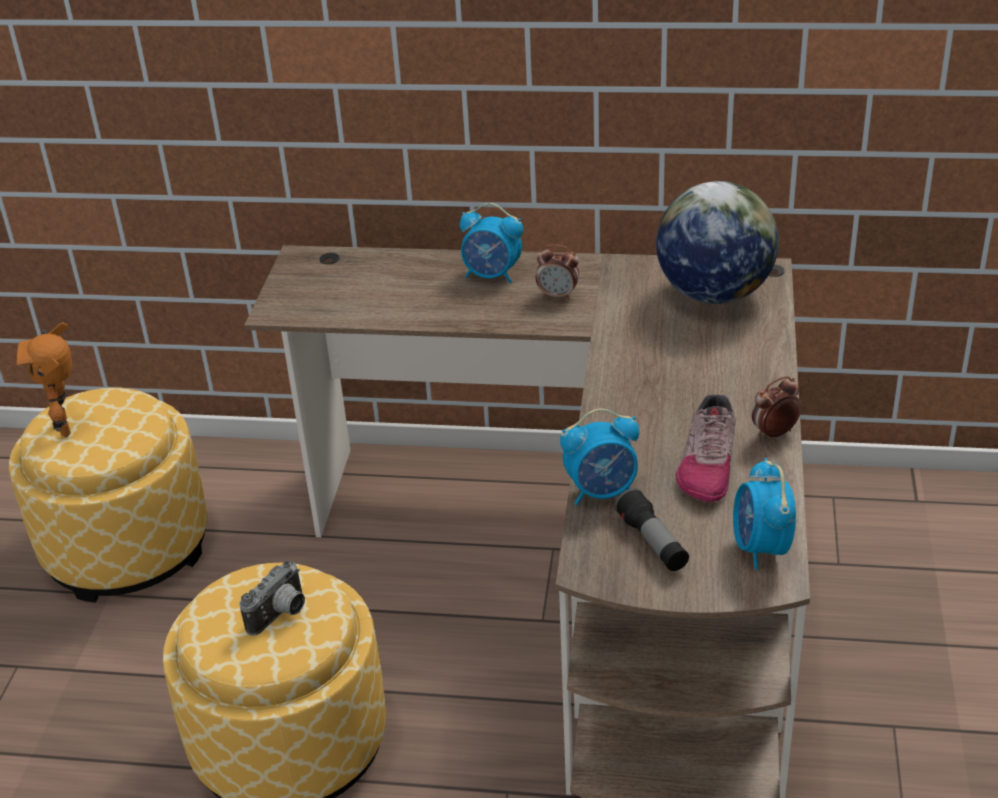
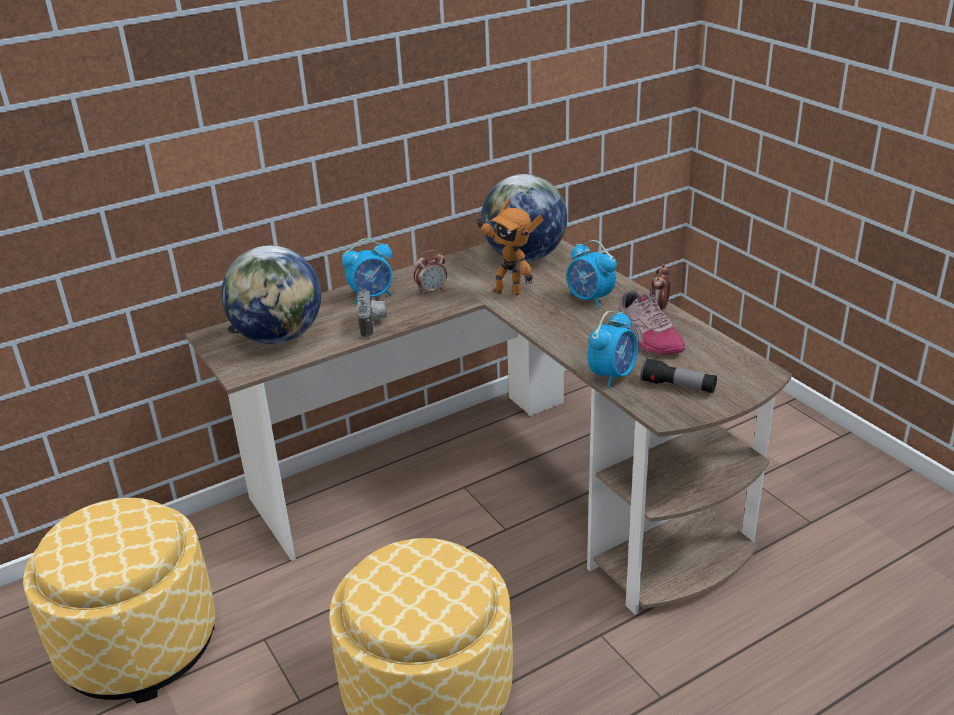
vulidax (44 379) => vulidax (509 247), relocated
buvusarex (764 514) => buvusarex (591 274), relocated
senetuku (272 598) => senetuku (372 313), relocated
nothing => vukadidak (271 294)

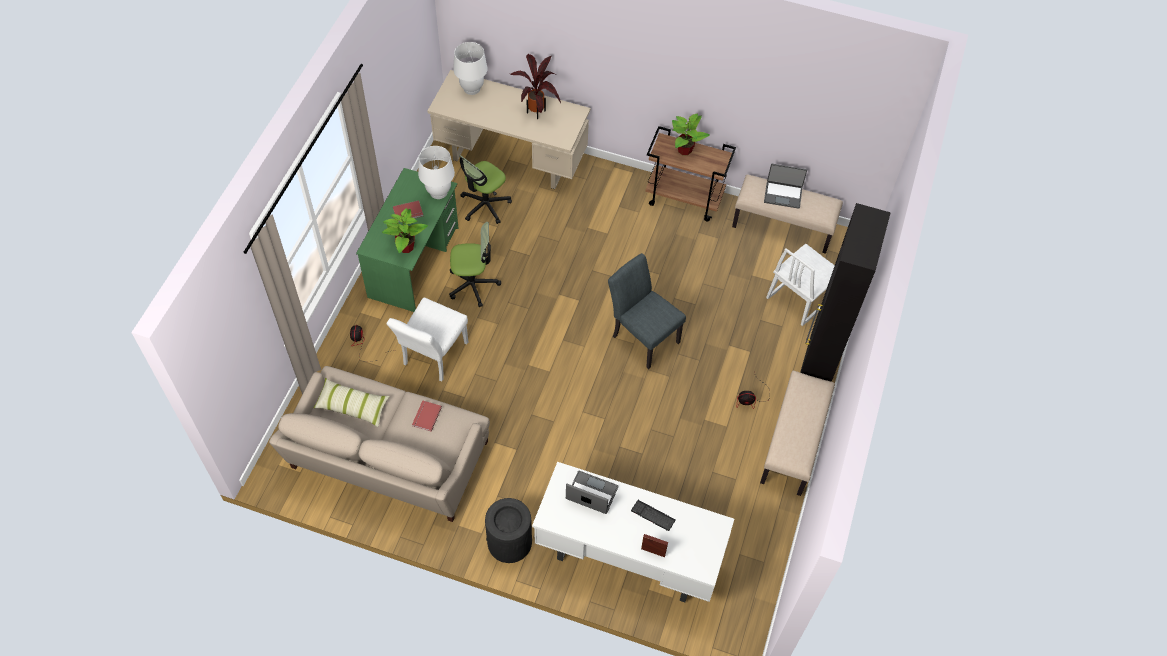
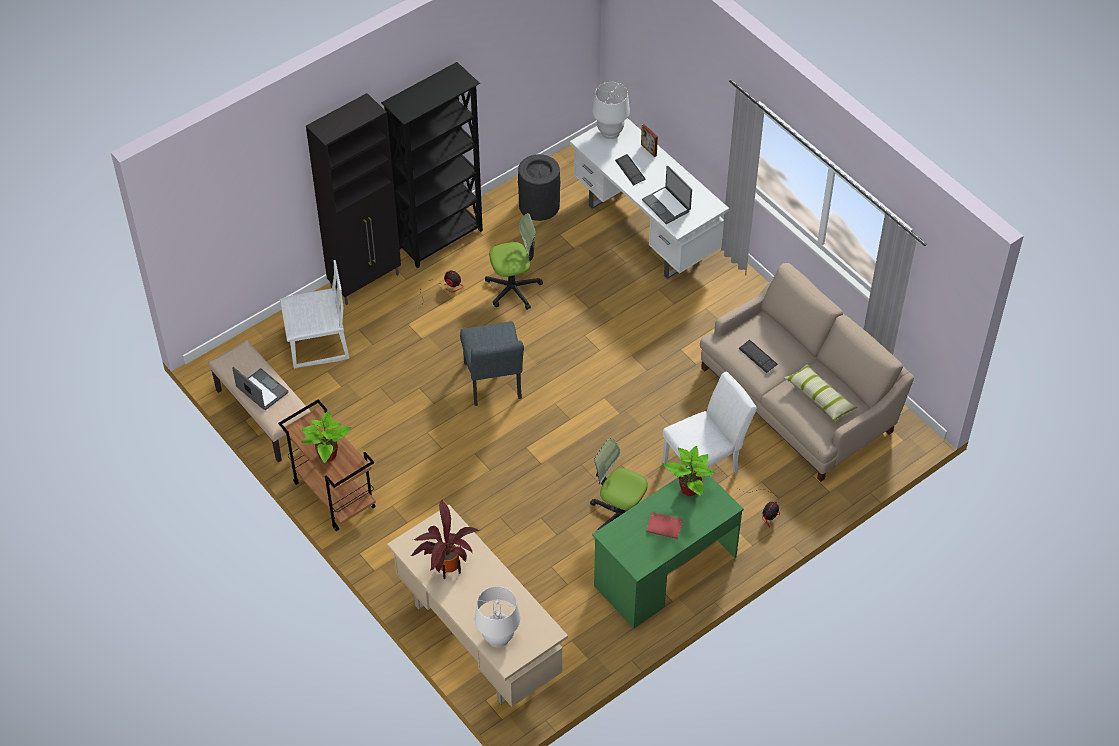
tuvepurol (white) (436 172) => tuvepurol (white) (611 110), relocated
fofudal (485 189) => fofudal (514 261), relocated
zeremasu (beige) (797 433) => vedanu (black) (432 165)
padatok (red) (427 415) => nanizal (758 356)
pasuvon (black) (508 530) => pasuvon (black) (539 187), relocated

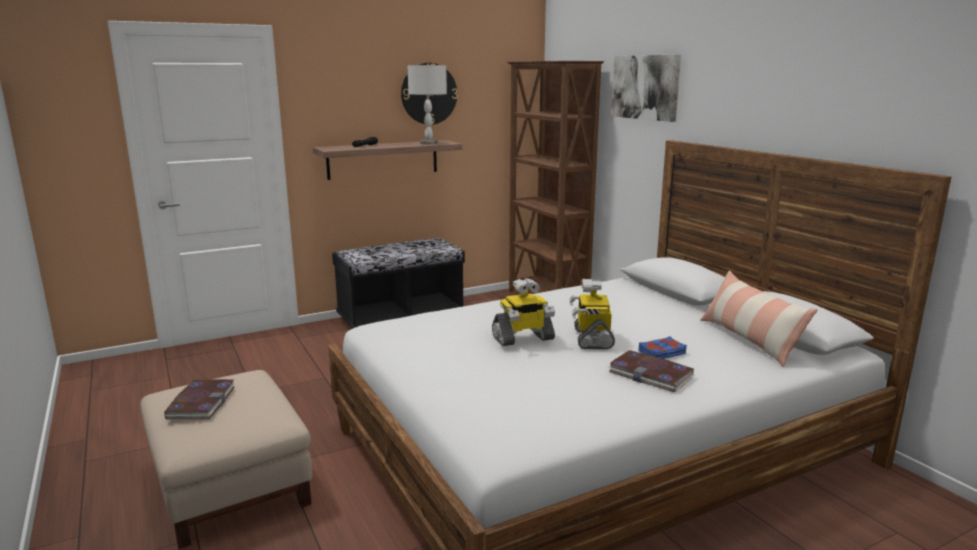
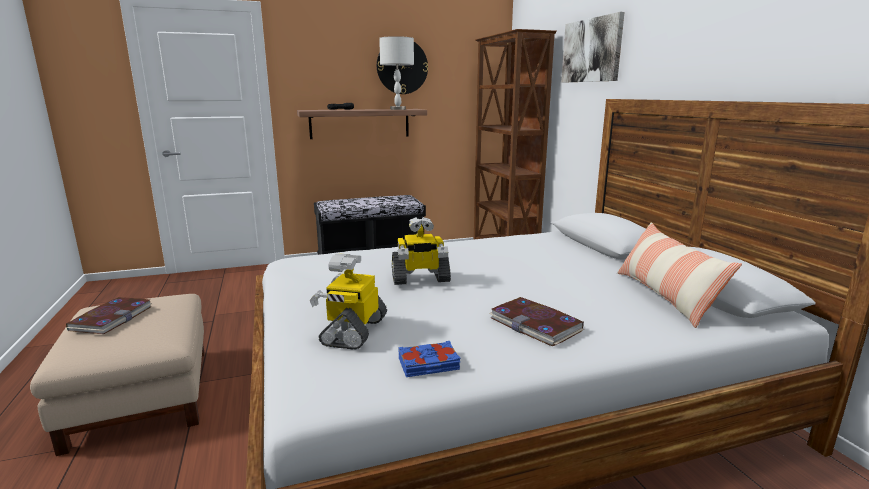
vulidax (592 314) => vulidax (348 301), relocated
padatok (blue) (663 347) => padatok (blue) (429 359), relocated

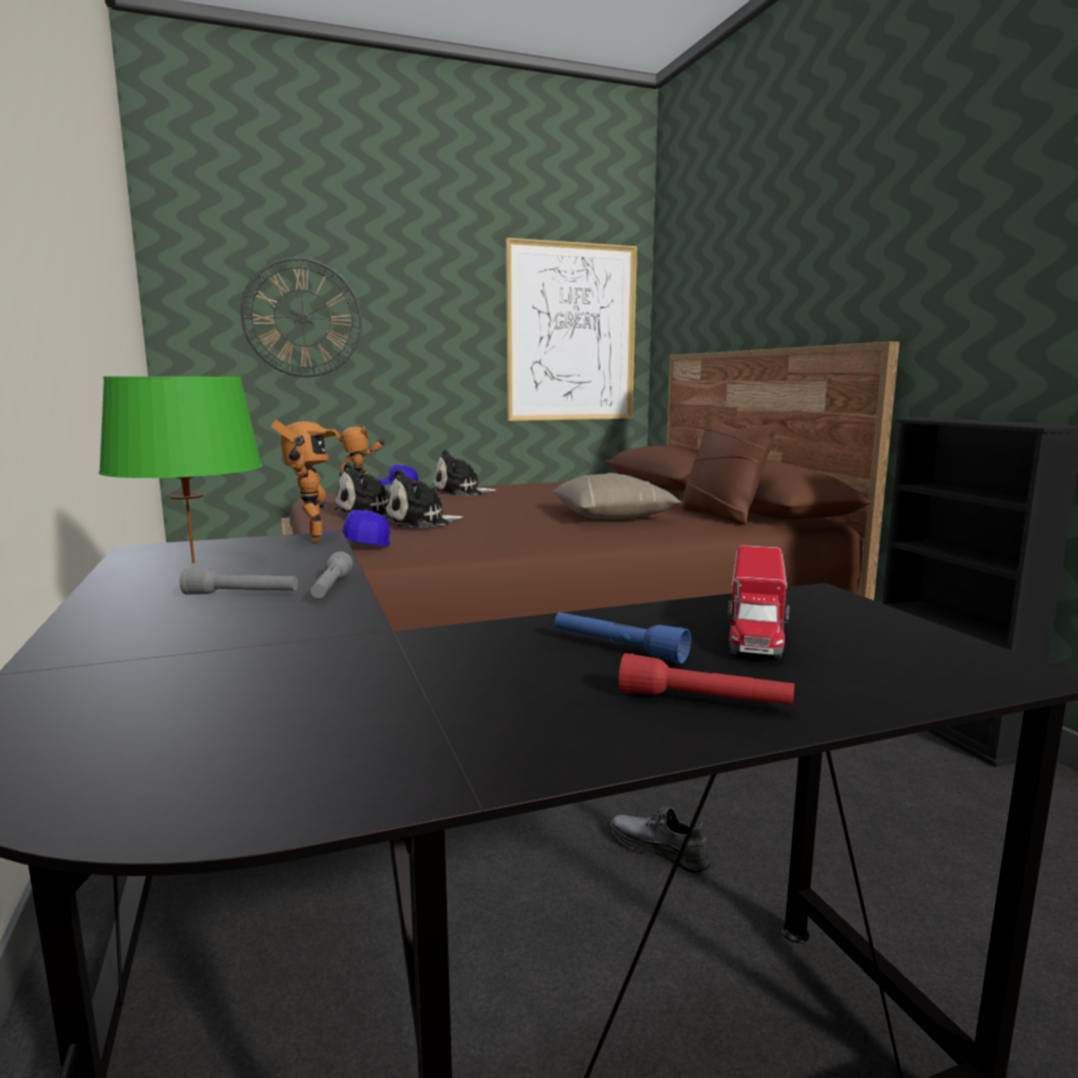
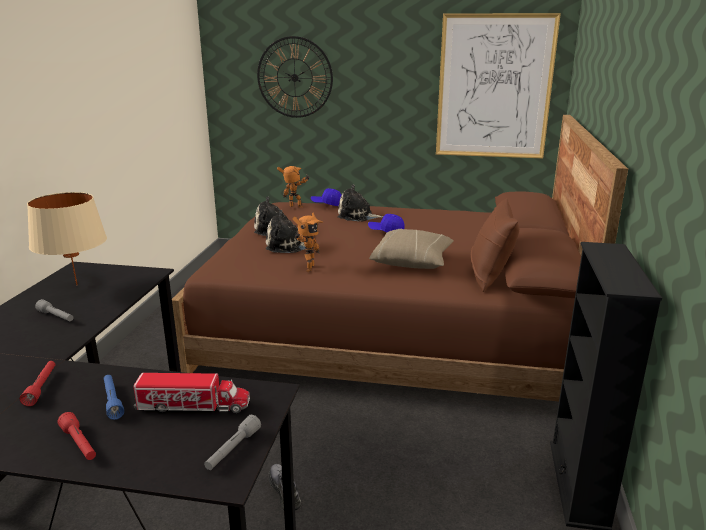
tuvepurol (green) (180 469) => tuvepurol (beige) (67 238)
vulidax (304 481) => vulidax (307 242), relocated
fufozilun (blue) (356 528) => fufozilun (blue) (386 223), relocated
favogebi (759 601) => favogebi (191 393), 135 degrees counterclockwise
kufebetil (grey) (332 574) => kufebetil (grey) (232 442), relocated
nothing => kufebetil (red) (37 383)

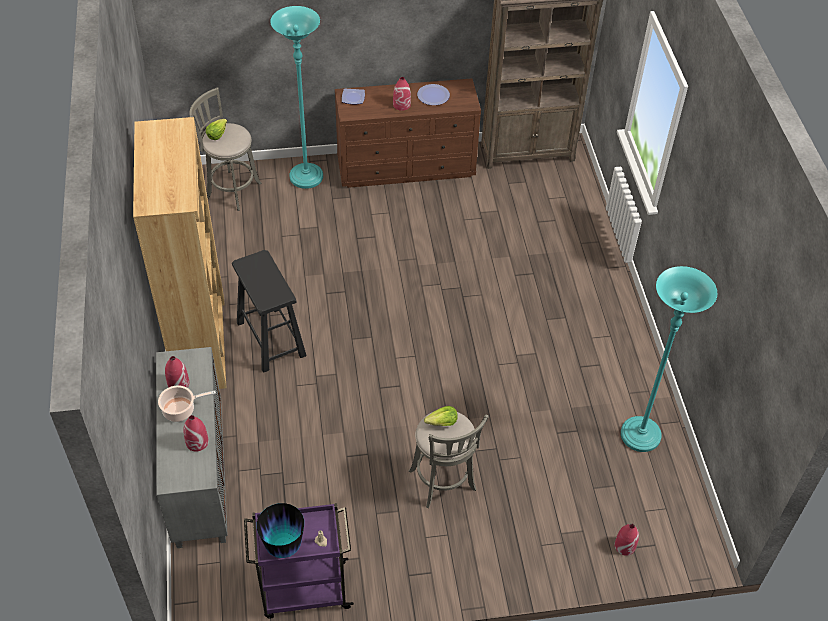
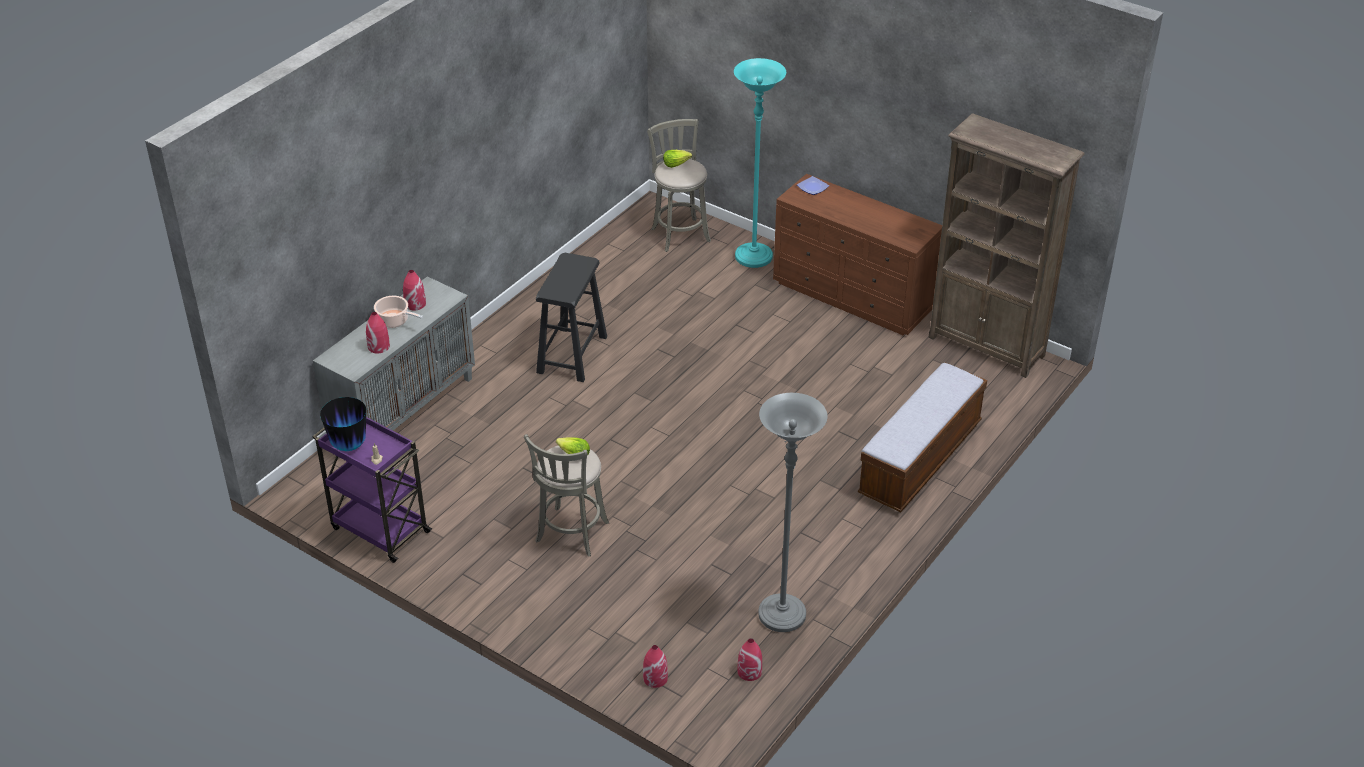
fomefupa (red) (402 94) => fomefupa (red) (750 659), relocated
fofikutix (433 94) => nothing
vedanu (brown) (179 253) => nothing
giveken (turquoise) (669 359) => giveken (grey) (793 512)
nothing => zeremasu (922 437)

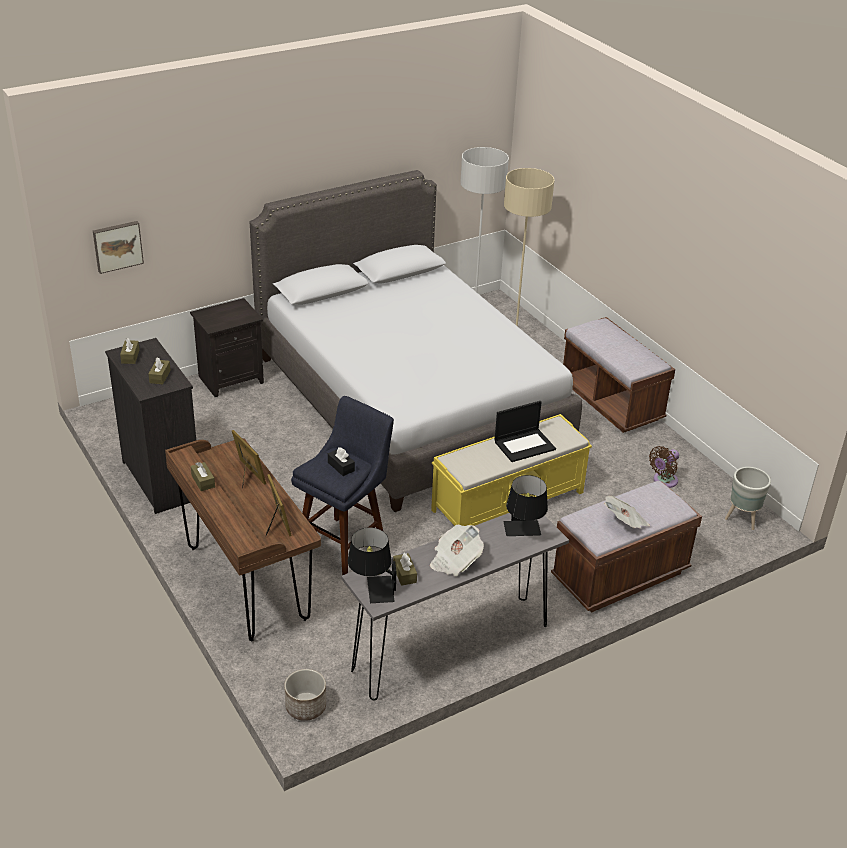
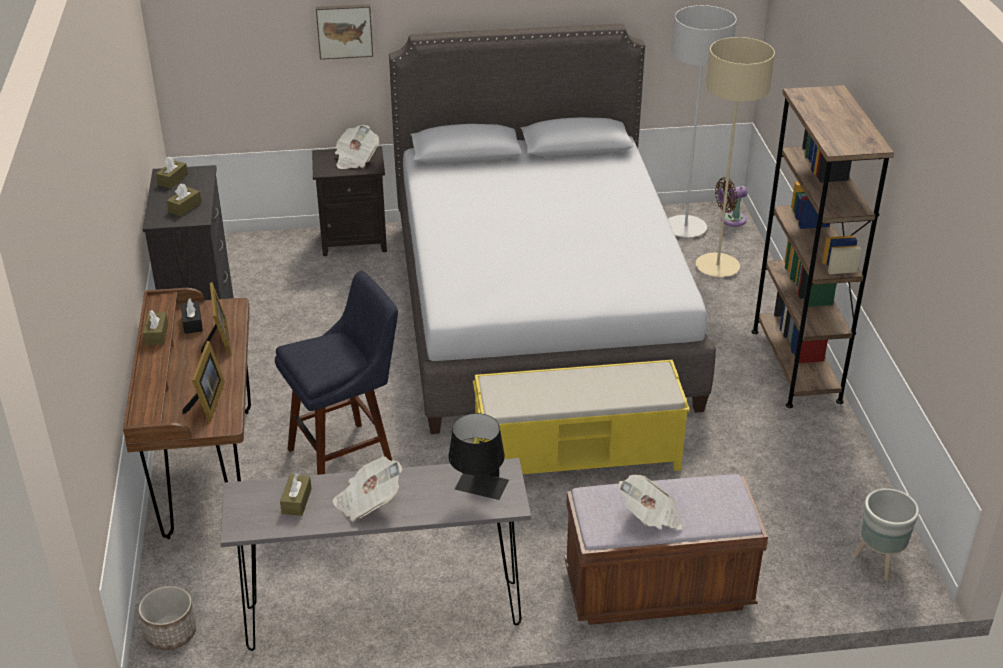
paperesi (118 247) => paperesi (344 32), relocated
zeremasu (brown) (619 375) => vedanu (brown) (823 246)
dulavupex (525 431) => nothing
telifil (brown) (664 467) => telifil (brown) (731 201), relocated
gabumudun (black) (341 461) => gabumudun (black) (192 316), relocated
tuvepurol (black) (372 565) => nothing
nothing => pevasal (357 147)

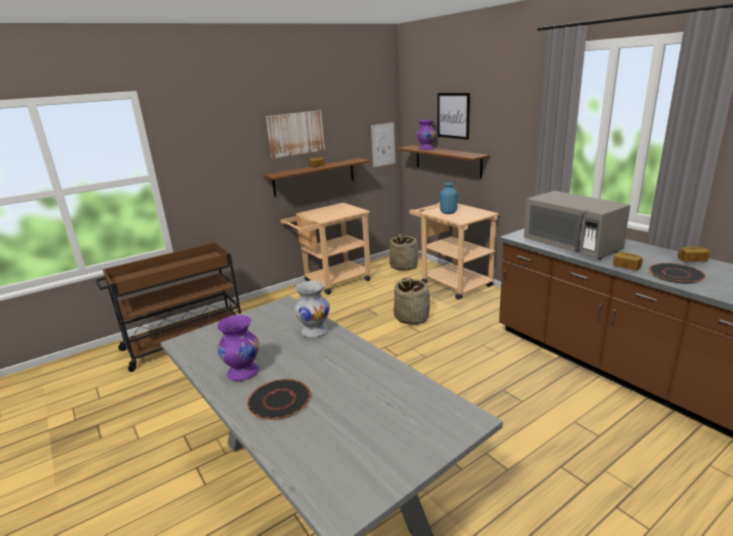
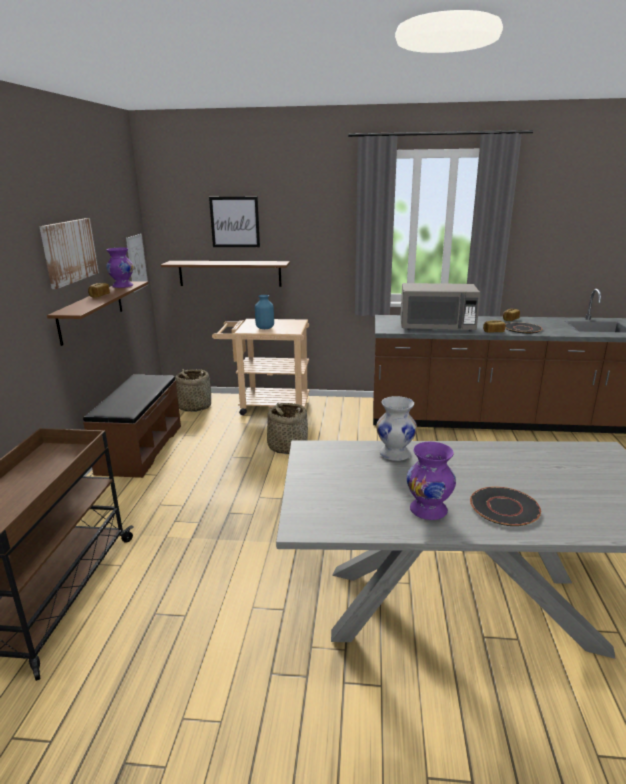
fomefupa (purple) (426 135) => fomefupa (purple) (120 268), relocated
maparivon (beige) (325 249) => zeremasu (brown) (132 426)

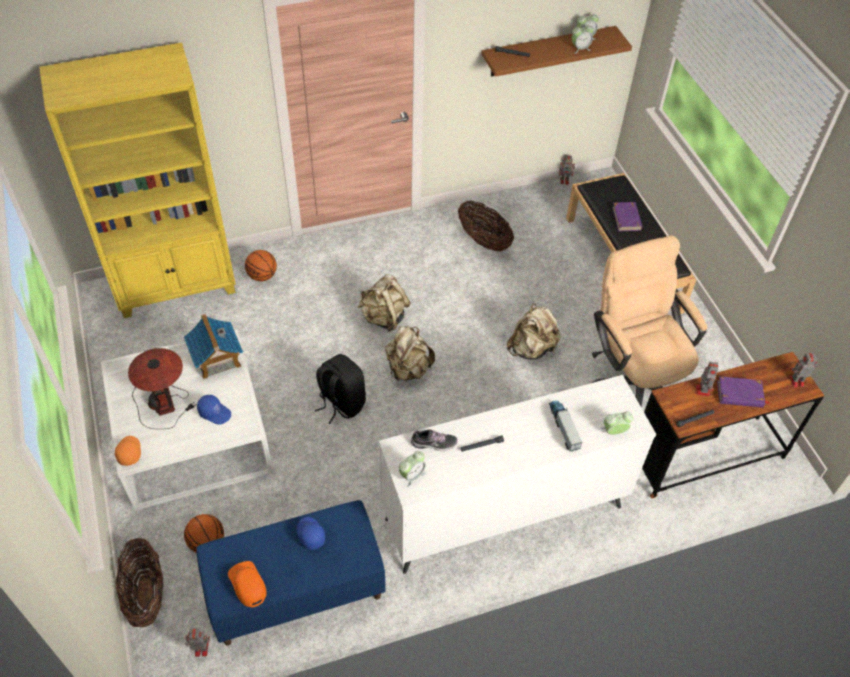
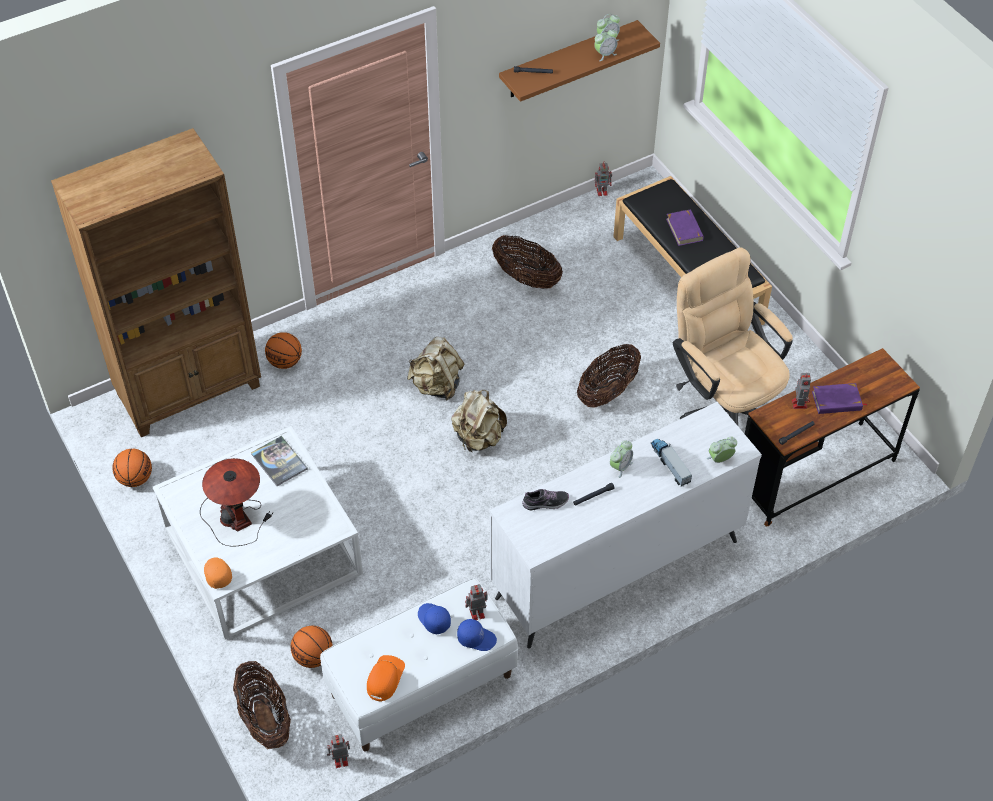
vedanu (yellow) (137 180) => vedanu (brown) (156 282)
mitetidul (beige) (534 331) => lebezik (609 376)
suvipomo (213 346) => padatok (279 461)
vulidax (803 369) => vulidax (476 602), relocated
mitetidul (black) (340 389) => nothing
fufozilun (blue) (214 410) => fufozilun (blue) (477 635), relocated
buvusarex (412 469) => buvusarex (621 459), relocated
zeremasu (blue) (291 573) => zeremasu (white) (419 665)
fufozilun (orange) (247 584) => fufozilun (orange) (386 678), 60 degrees clockwise
nothing => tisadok (132 468)

